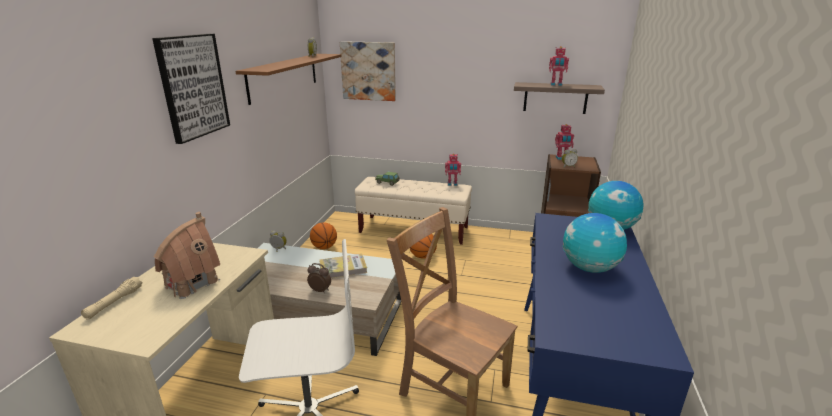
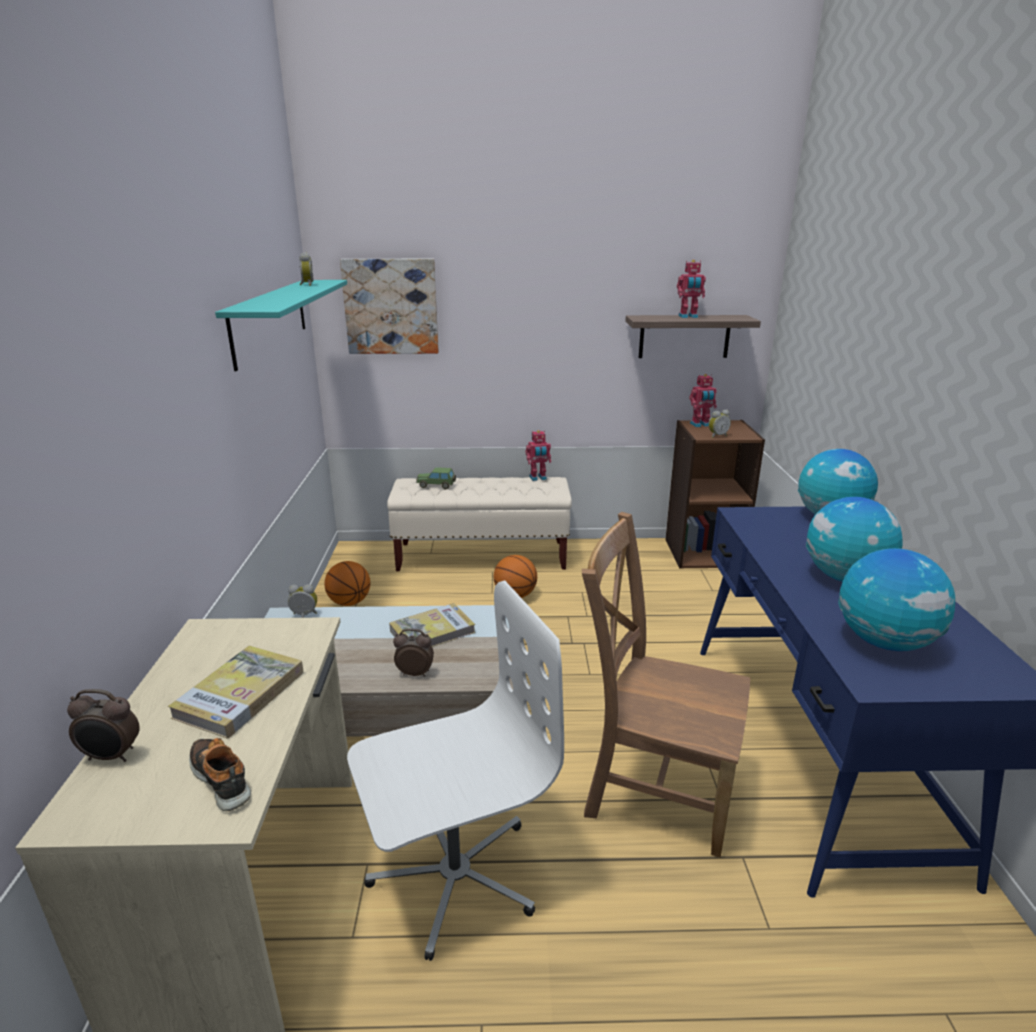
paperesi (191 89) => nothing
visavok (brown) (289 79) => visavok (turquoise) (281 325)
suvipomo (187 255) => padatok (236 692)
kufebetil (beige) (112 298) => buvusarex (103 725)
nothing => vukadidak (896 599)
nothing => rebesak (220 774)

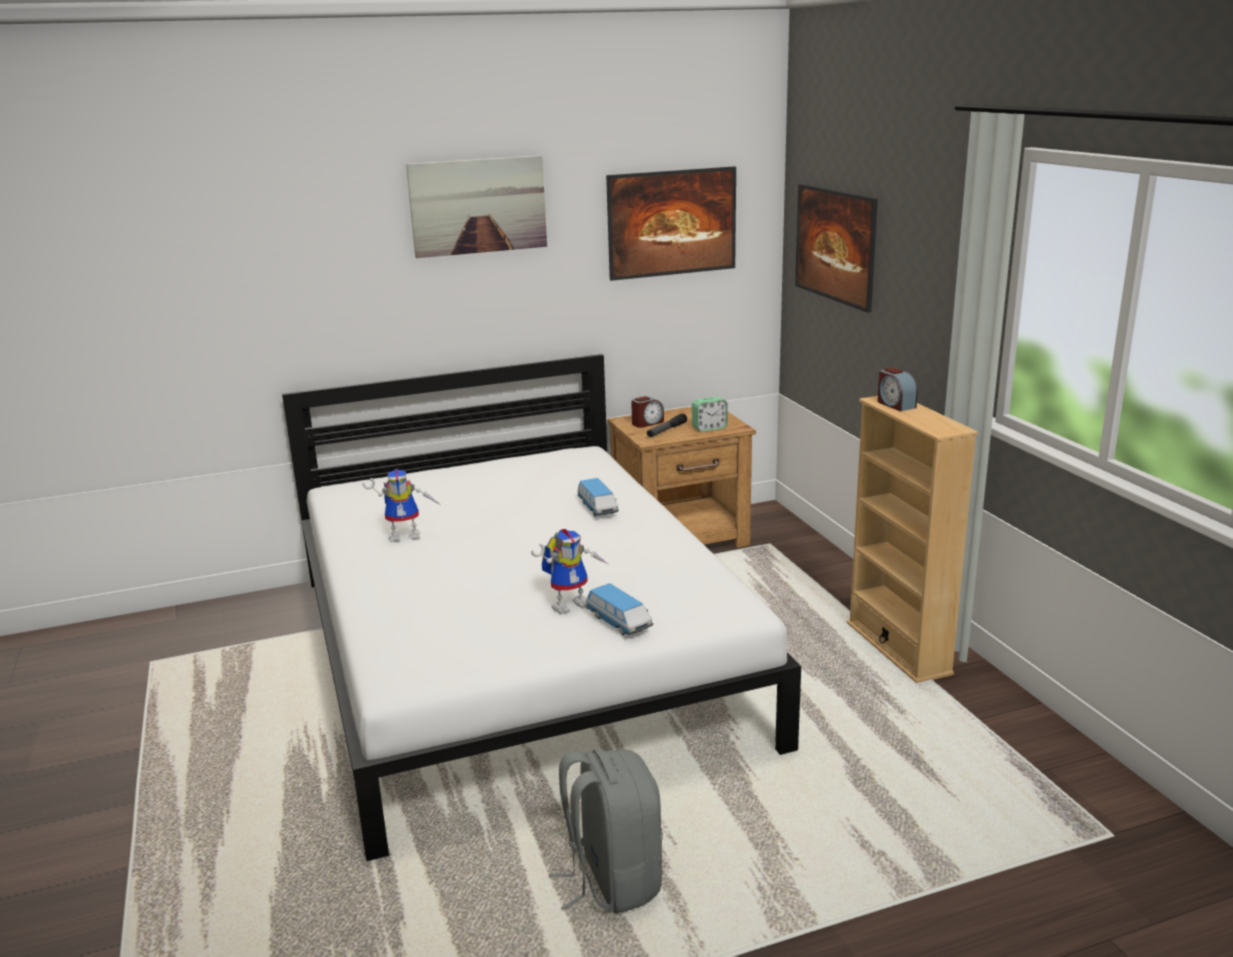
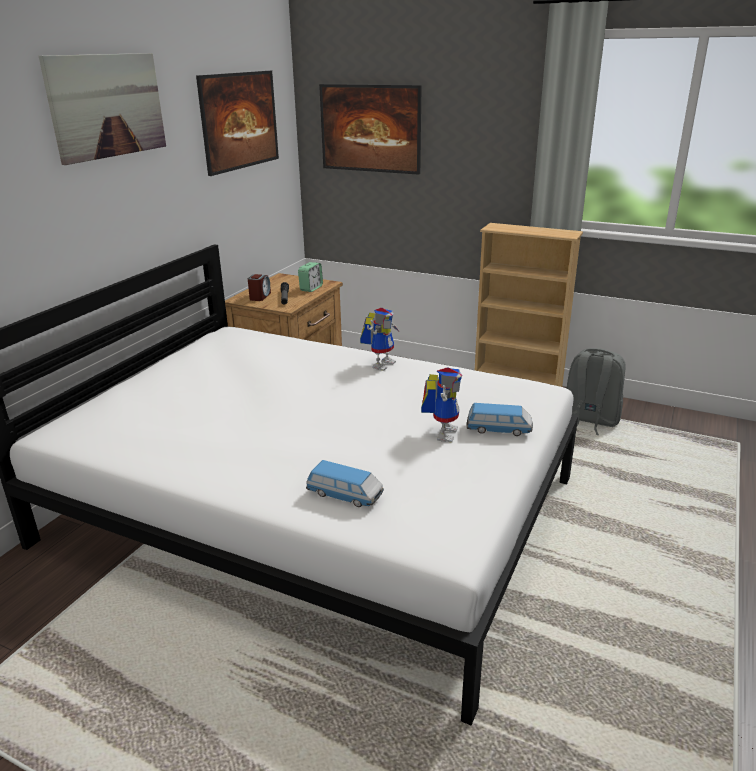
buvusarex (897 389) => nothing
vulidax (402 505) => vulidax (379 339), relocated
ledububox (598 497) => ledububox (345 483), relocated
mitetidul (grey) (606 831) => mitetidul (grey) (596 391), relocated

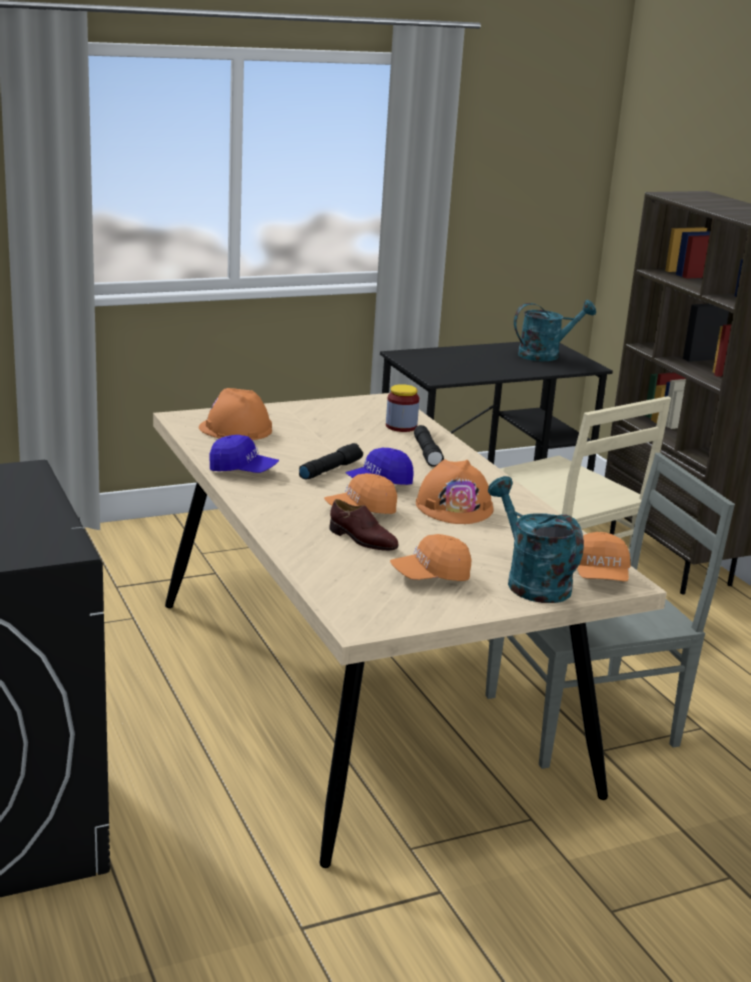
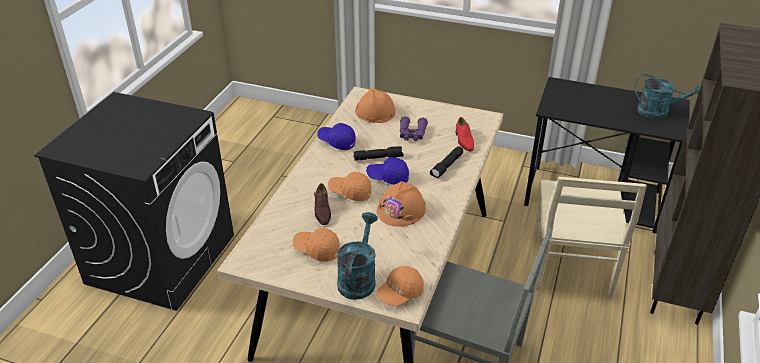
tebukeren (402 408) => rebesak (red) (465 134)
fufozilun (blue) (244 454) => fufozilun (blue) (336 136), 150 degrees clockwise
nothing => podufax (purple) (414 128)

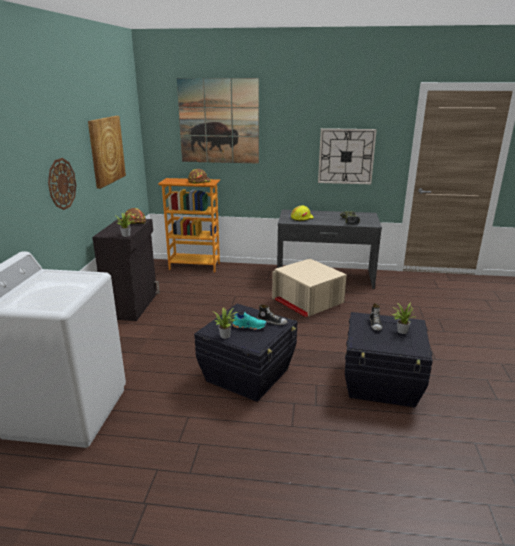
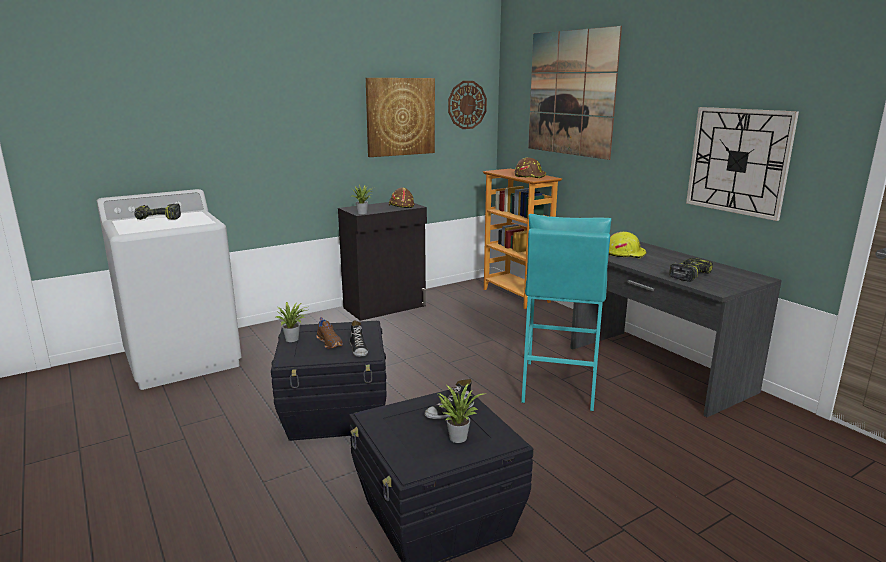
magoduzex (62 184) => magoduzex (467 105), relocated
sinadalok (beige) (309 288) => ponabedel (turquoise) (566 312)
rebesak (turquoise) (249 321) => rebesak (brown) (329 333)
nothing => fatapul (157 212)

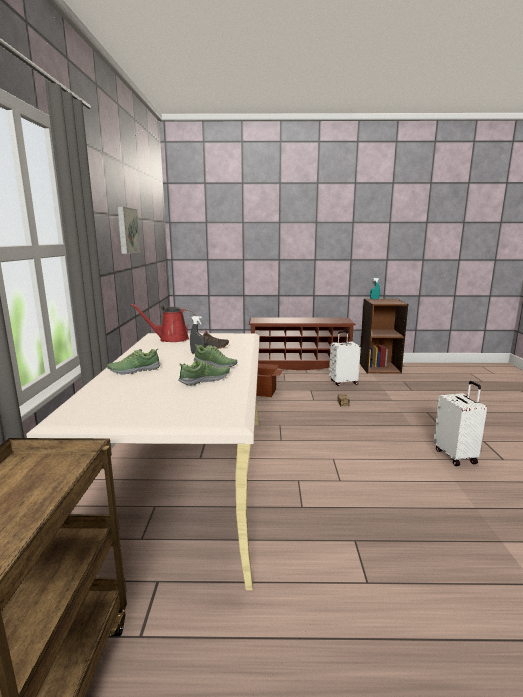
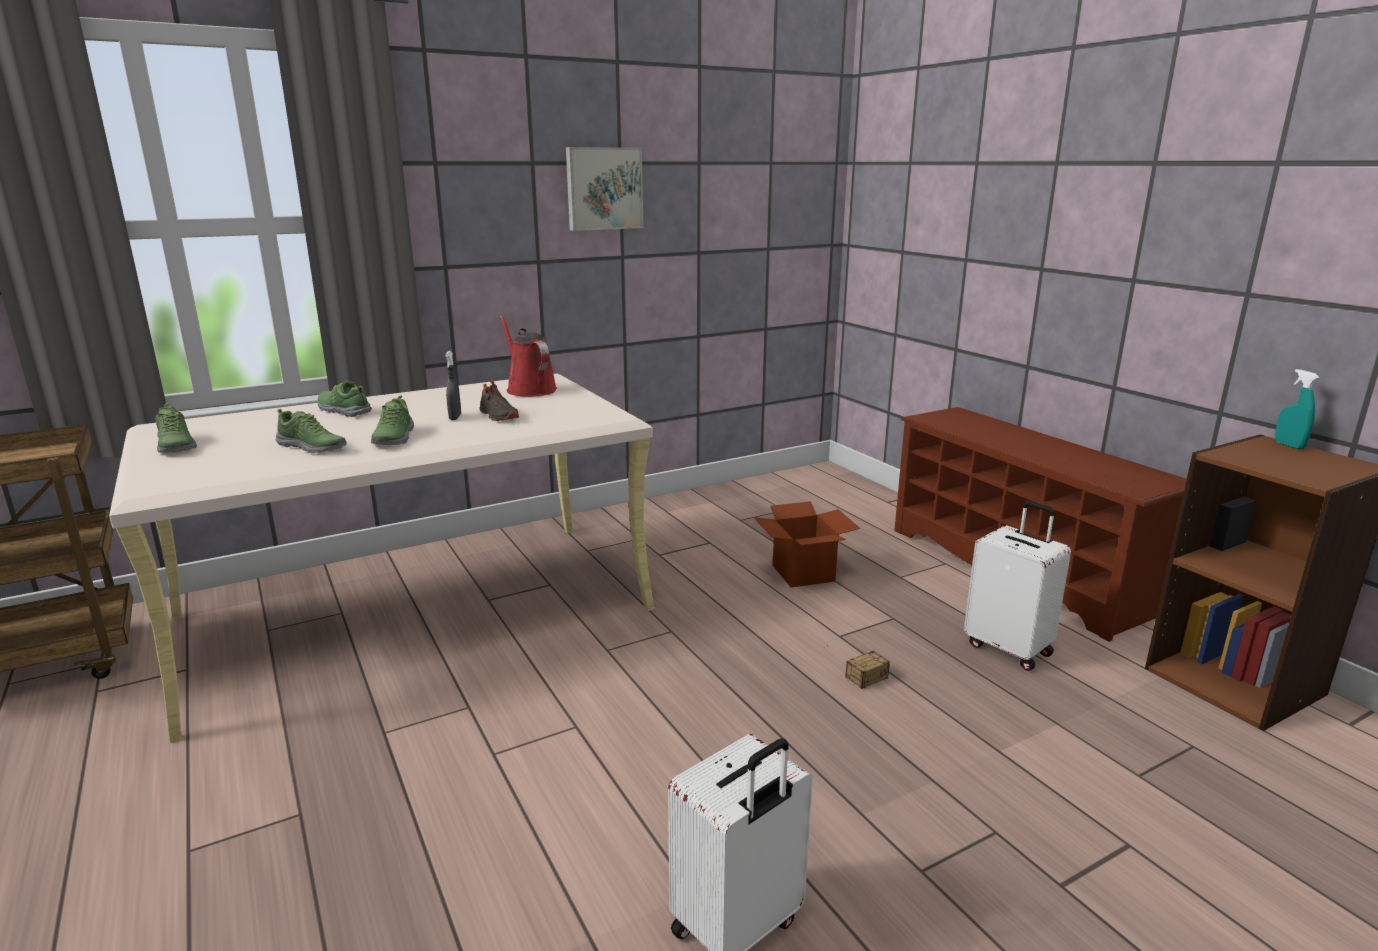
nothing => rebesak (176 427)

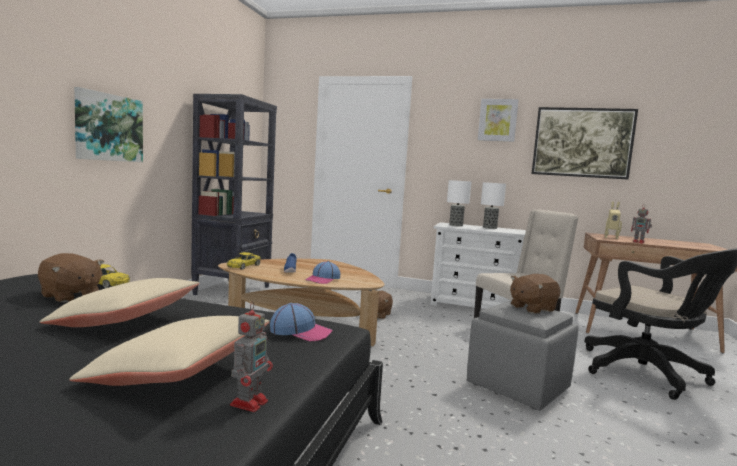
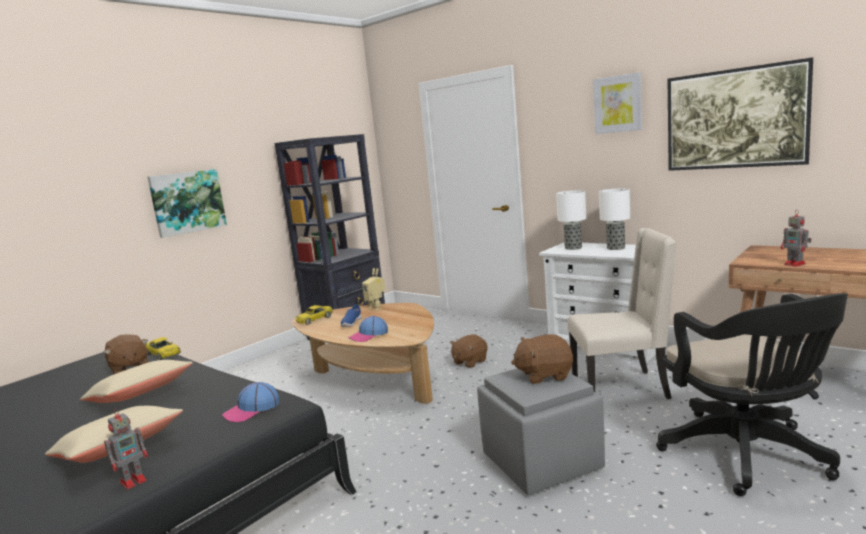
vulidax (613 220) => vulidax (373 289), relocated
fufozilun (301 322) => fufozilun (250 402), 105 degrees clockwise

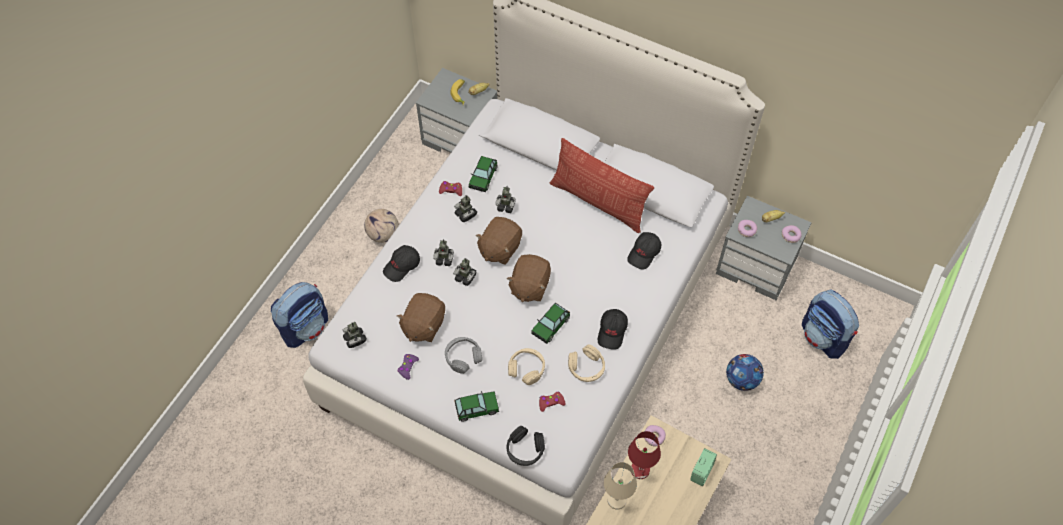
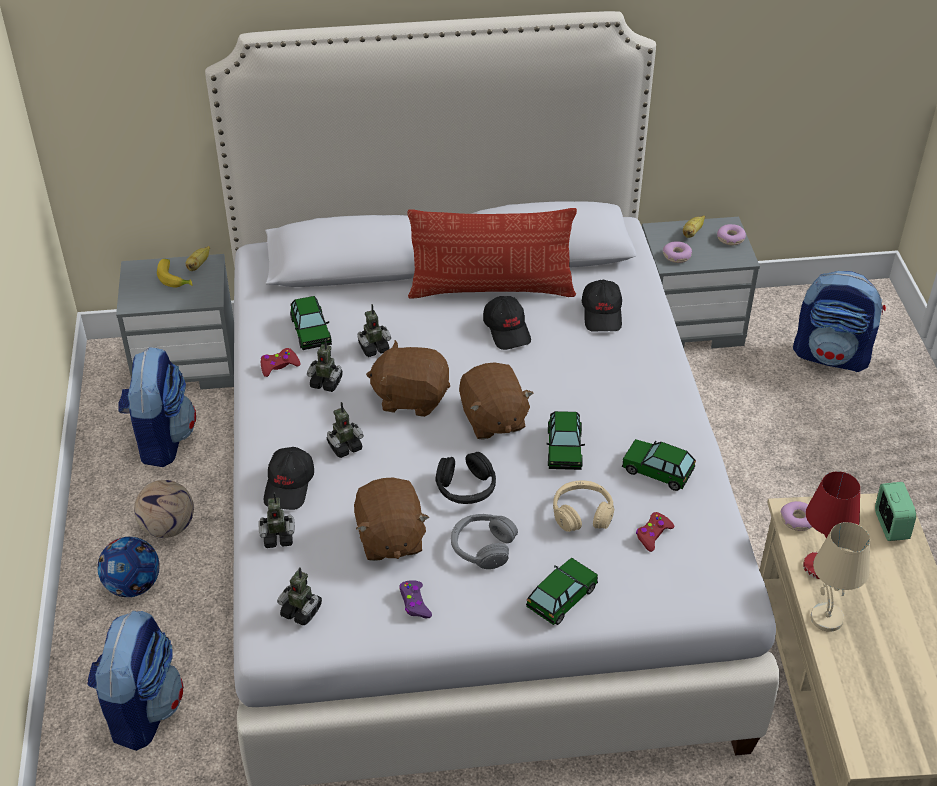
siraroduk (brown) (499 241) => siraroduk (brown) (408 378), 105 degrees clockwise
vulidax (464 272) => vulidax (276 520), relocated
fufozilun (black) (613 329) => fufozilun (black) (507 323), relocated
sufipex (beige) (586 363) => ledububox (659 465)
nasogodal (745 372) => nasogodal (129 567), relocated
sufipex (black) (526 446) => sufipex (black) (465 478), relocated
nothing => mitetidul (157 407)

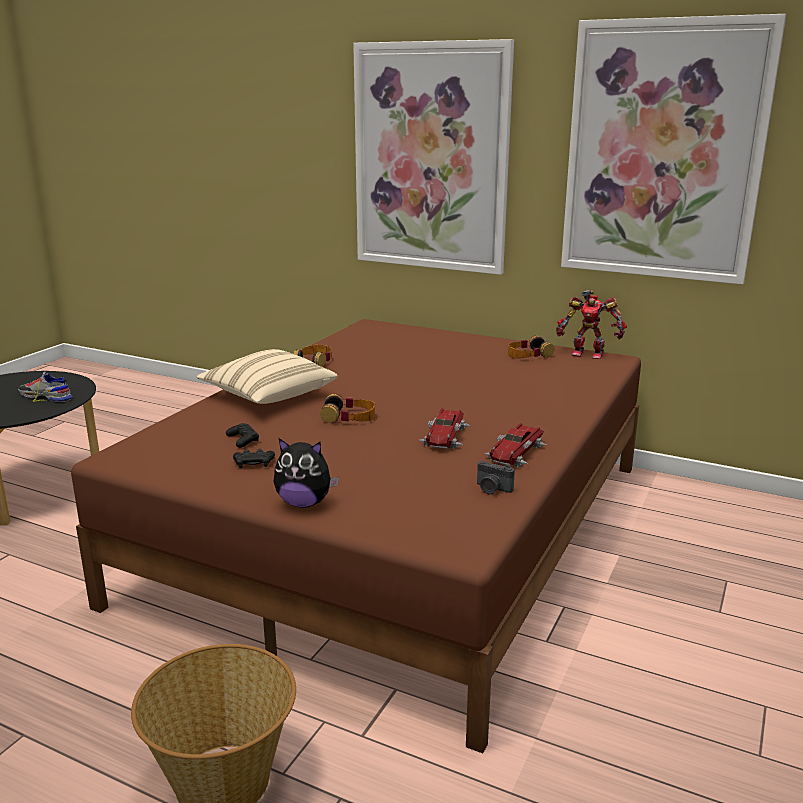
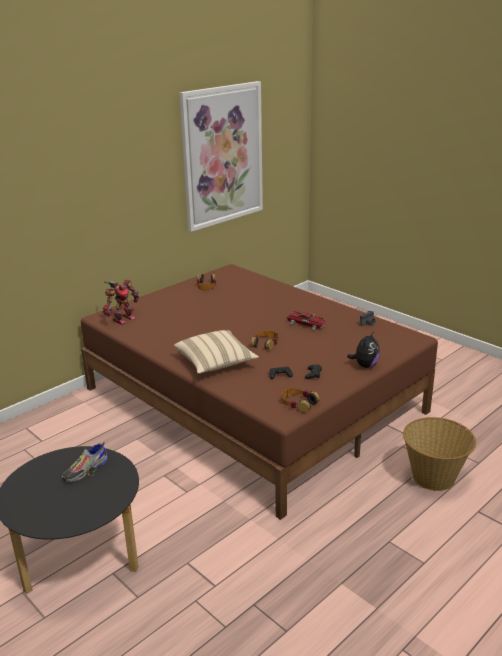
paperesi (433 157) => nothing
vulidax (591 325) => vulidax (121 302), relocated
sufipex (312 356) => sufipex (300 401), relocated
ledububox (515 444) => nothing

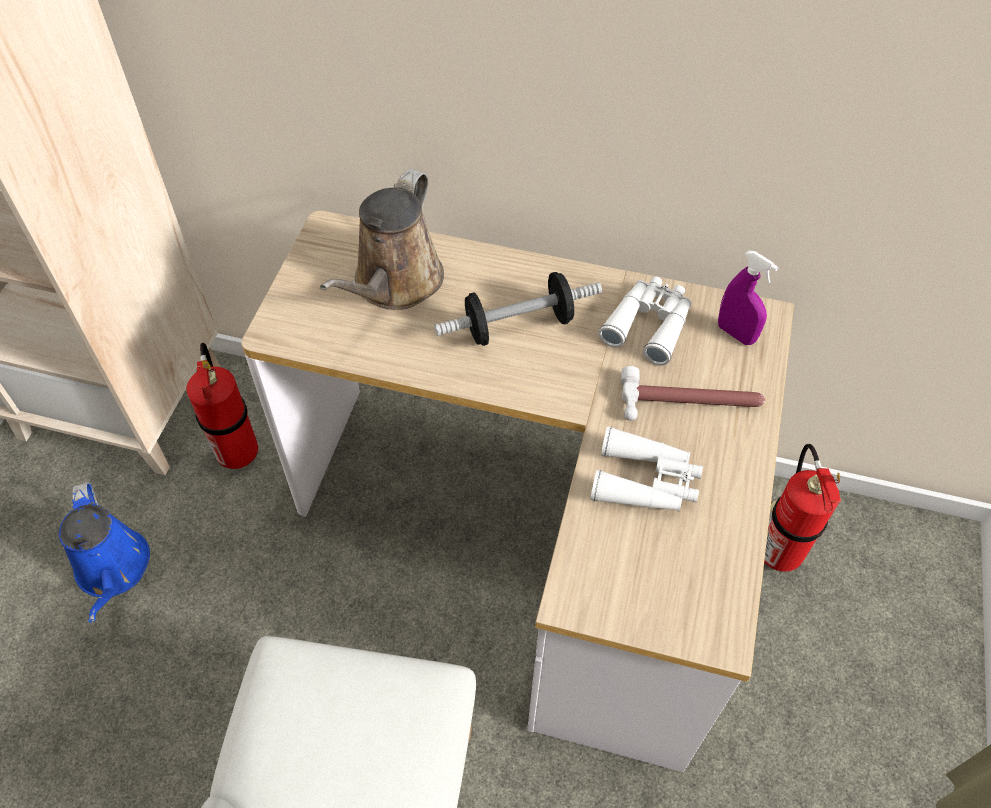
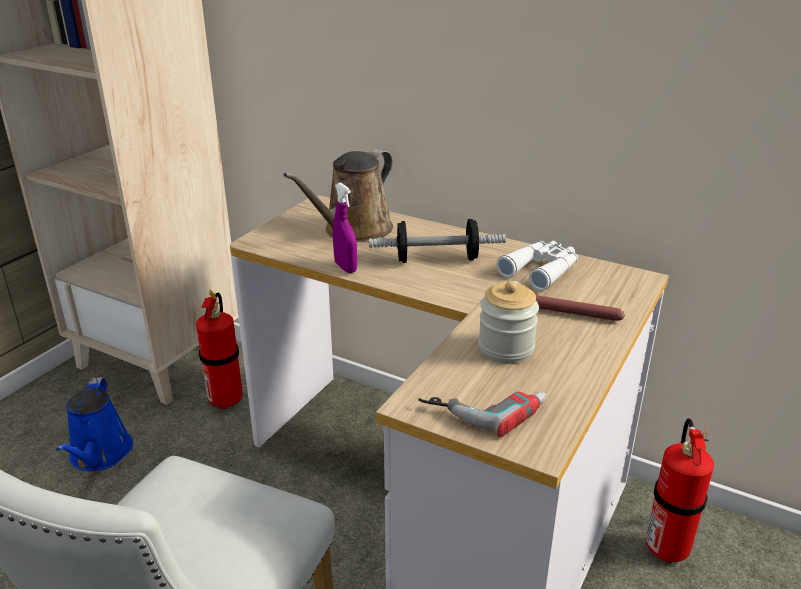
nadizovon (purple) (748 298) => nadizovon (purple) (345 227), relocated
podufax (white) (646 468) => tebukeren (508 322)
nothing => fatapul (482 414)

